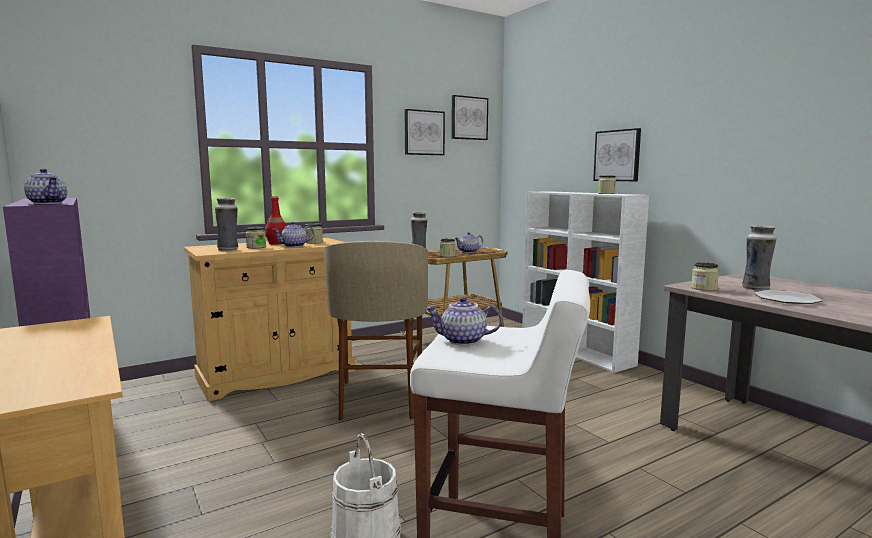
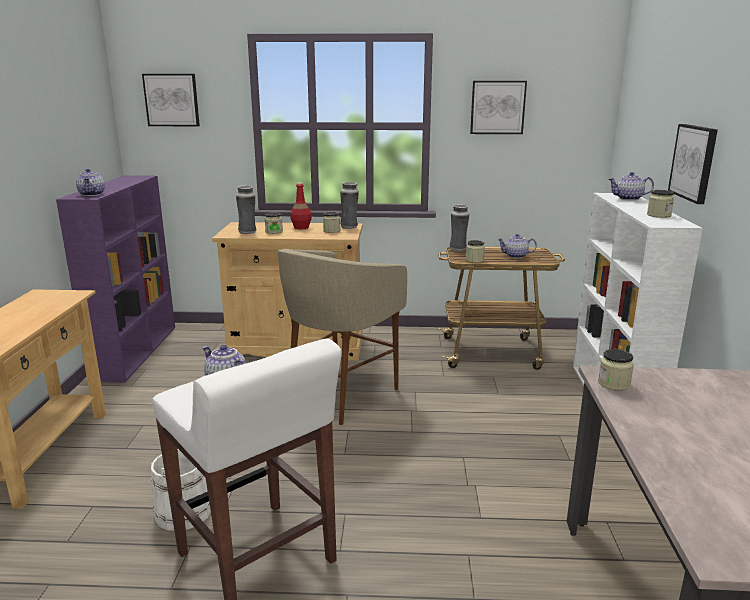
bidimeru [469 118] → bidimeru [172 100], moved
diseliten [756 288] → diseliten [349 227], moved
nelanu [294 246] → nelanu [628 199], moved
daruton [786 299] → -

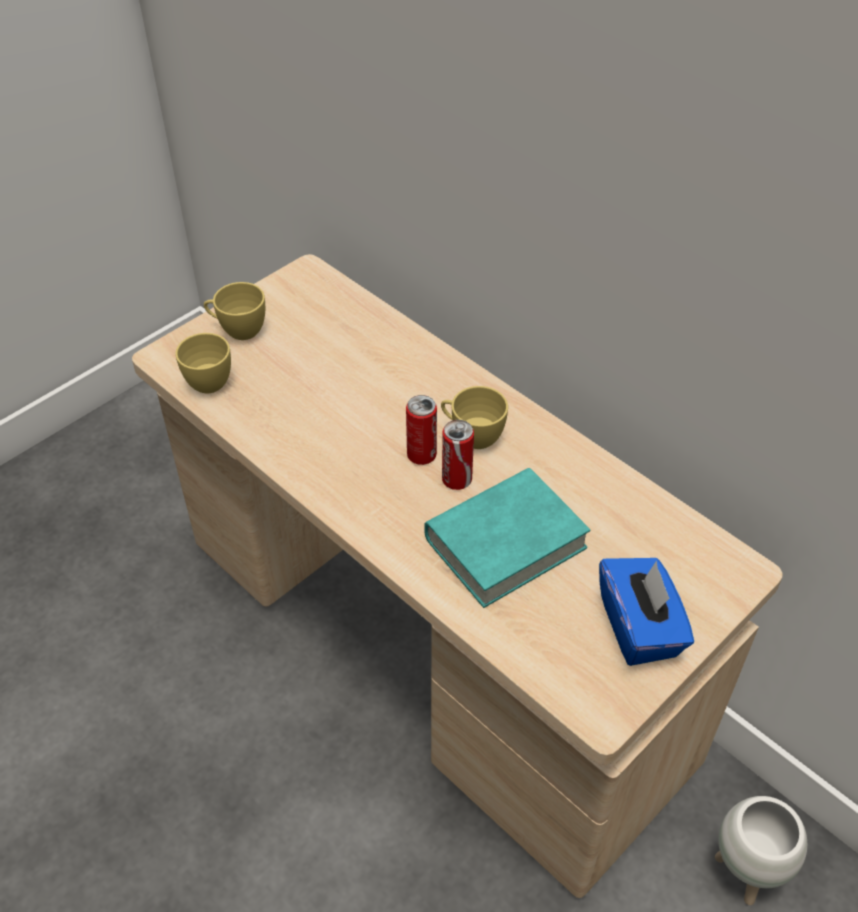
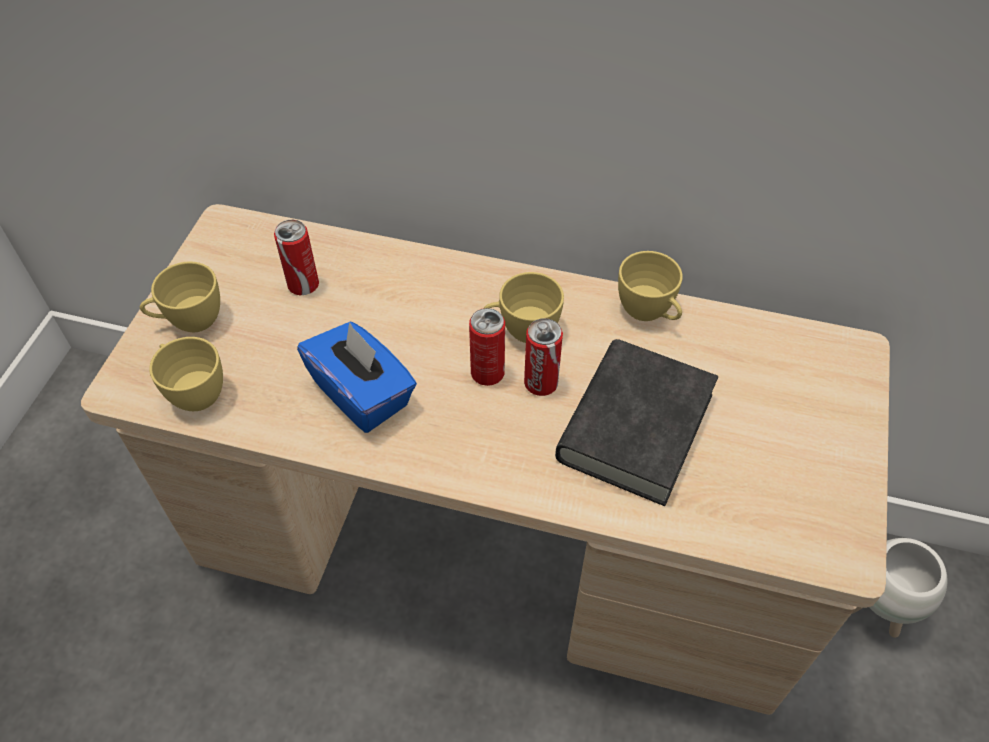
- → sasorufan [303 285]
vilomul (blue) [639 627] → vilomul (blue) [362 394], moved
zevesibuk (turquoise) [505 543] → zevesibuk (black) [635 427]
- → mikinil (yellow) [649 313]

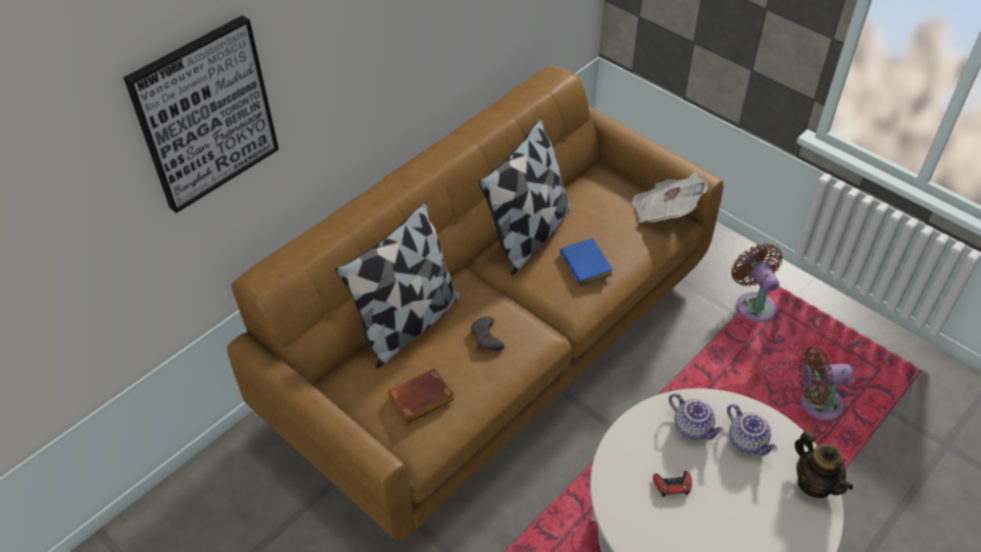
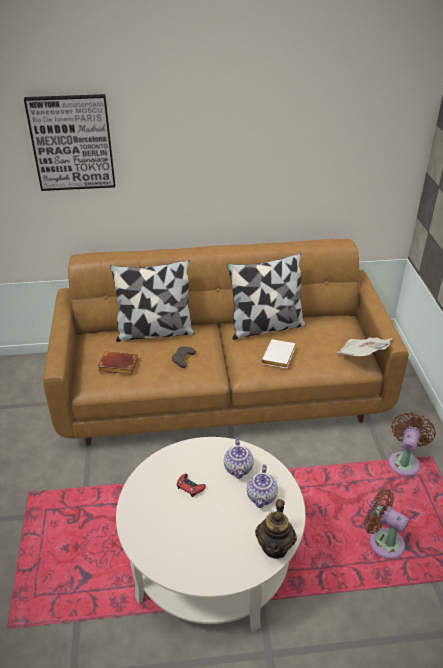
zevesibuk (blue) [588 266] → zevesibuk (white) [279 357]

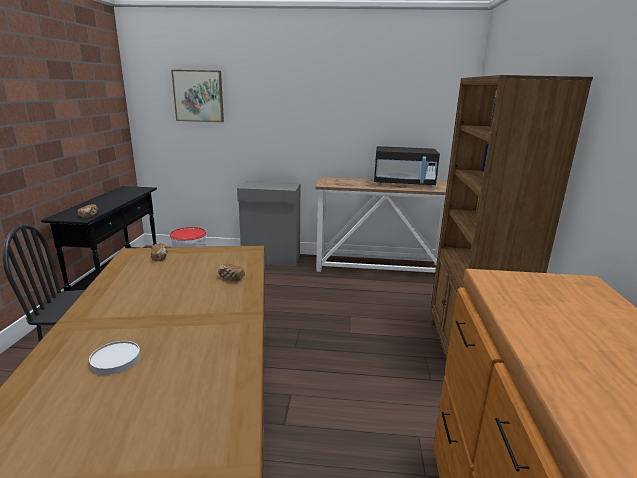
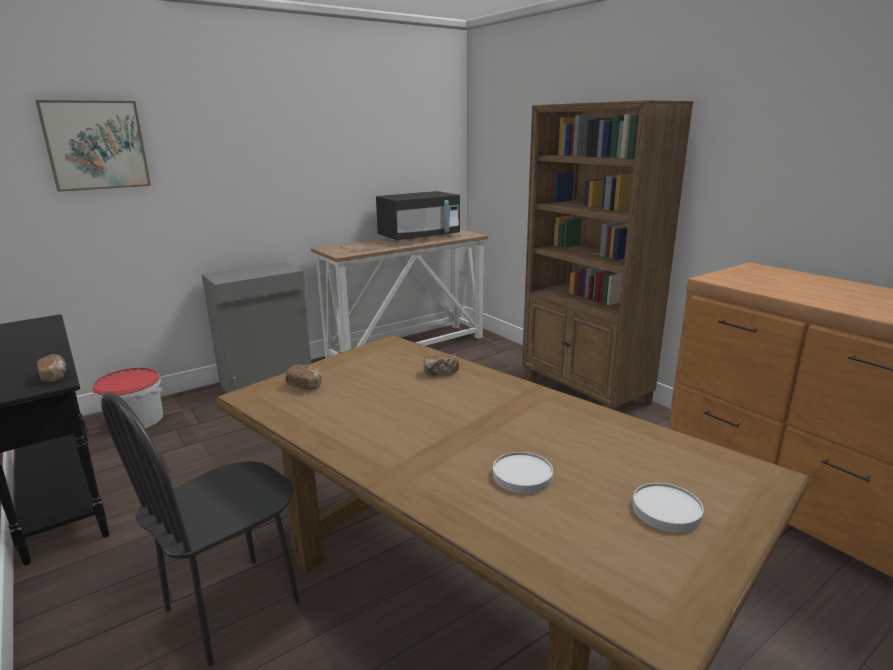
- → daruton (white) [666 511]

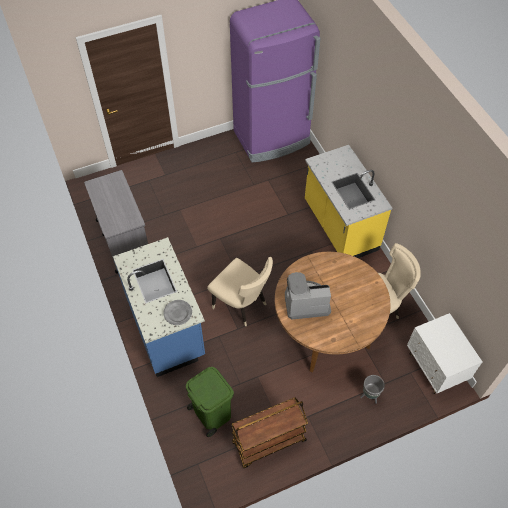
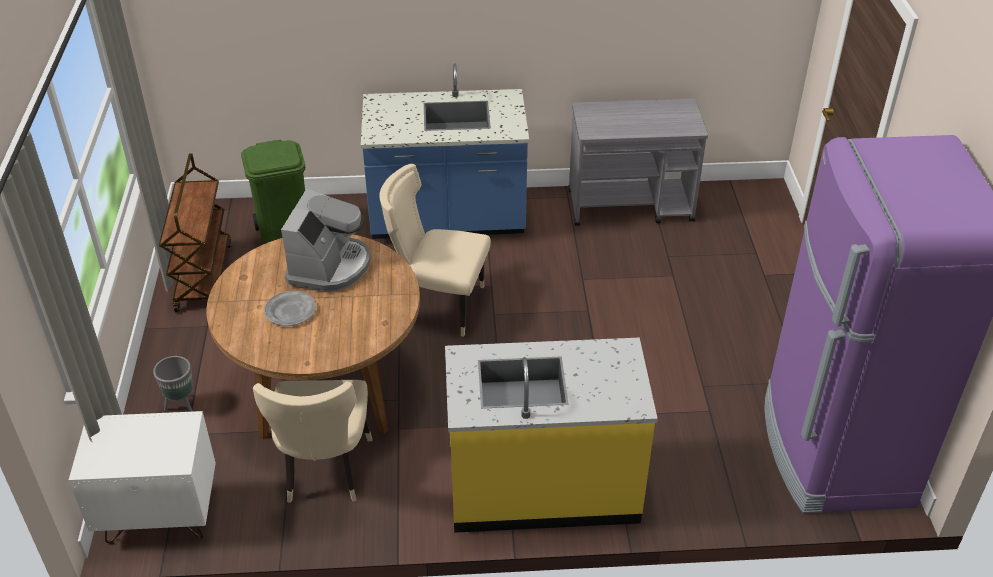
daruton (grey) [178 313] → daruton (grey) [290 311], moved
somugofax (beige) [242 305] → somugofax (beige) [438 304], 45 degrees clockwise

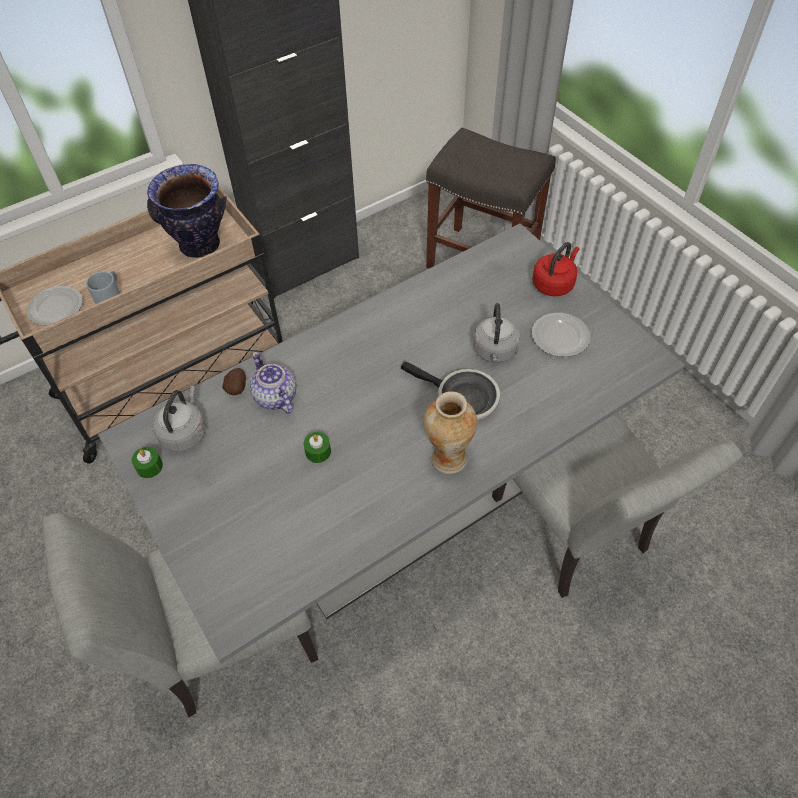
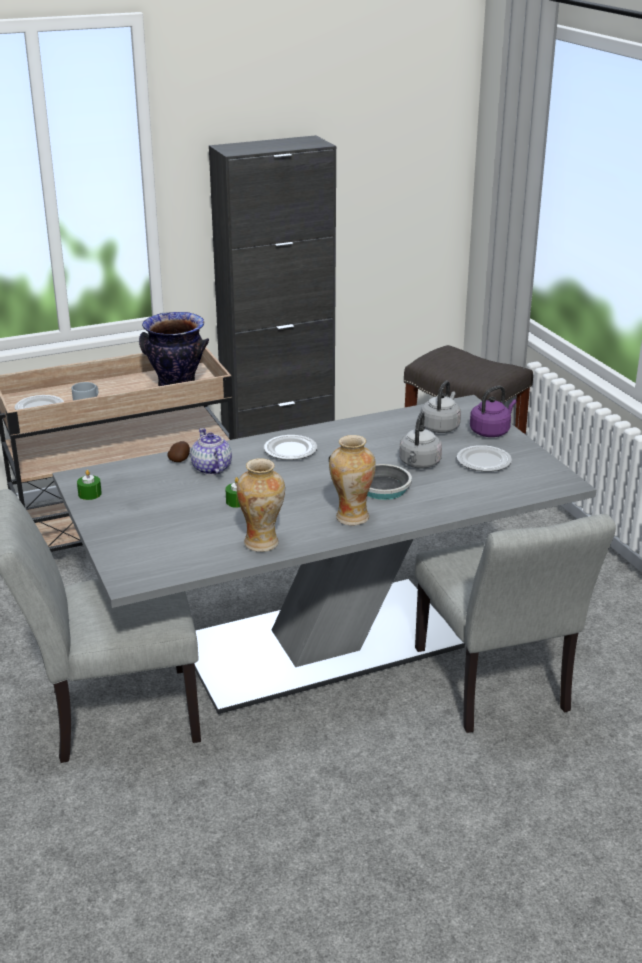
- → diseliten [262 543]
- → daruton [290 451]
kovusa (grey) [184 432] → kovusa (grey) [440 427], moved
kovusa (red) [554 284] → kovusa (purple) [491 431]

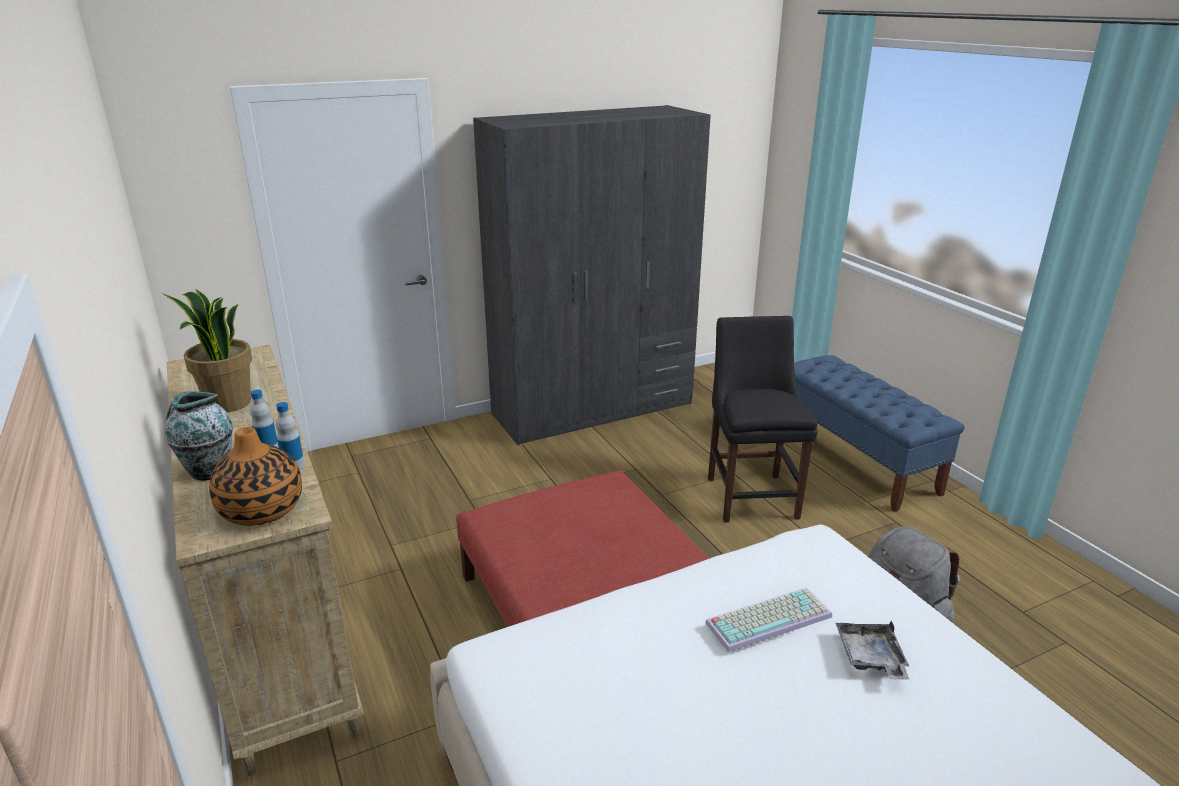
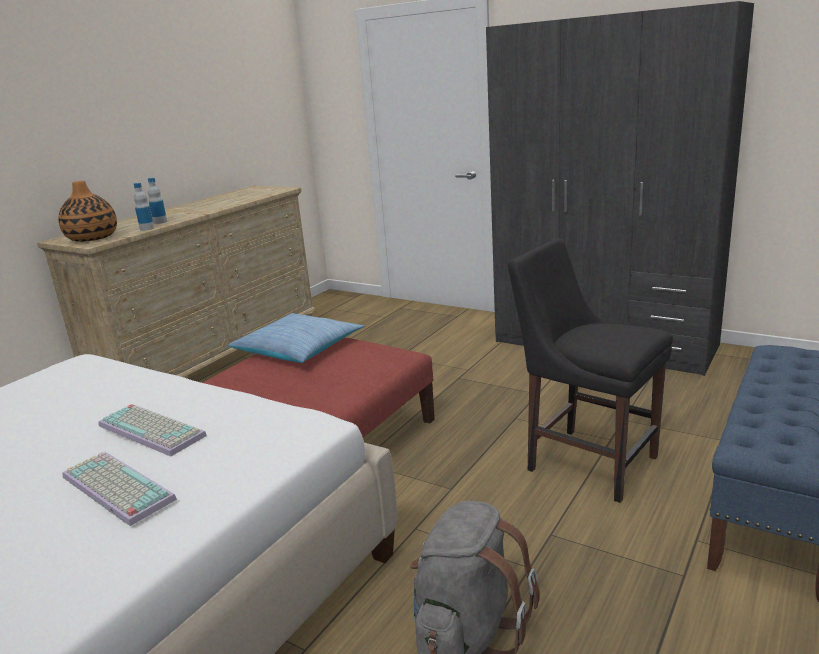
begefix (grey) [870 658] → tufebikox [114 488]
- → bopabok [299 348]
somugofax (black) [751 494] → somugofax (black) [586 461], 105 degrees counterclockwise
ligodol [227 403] → -
diseliten [209 471] → -

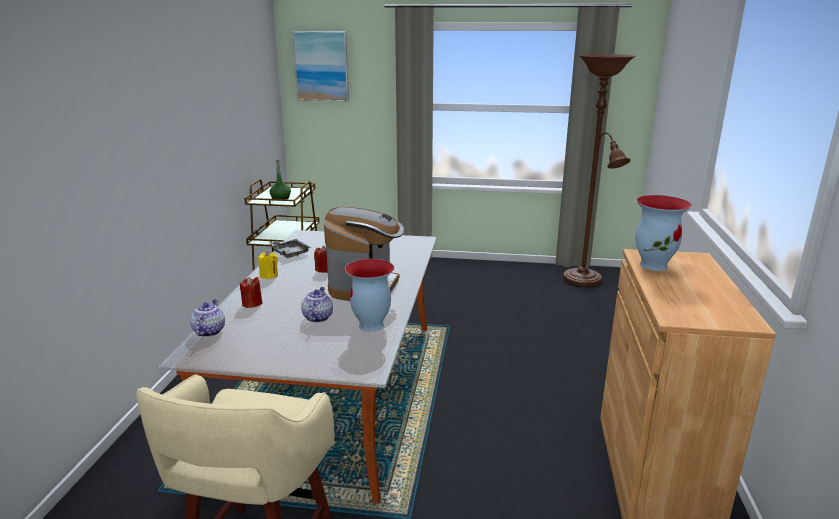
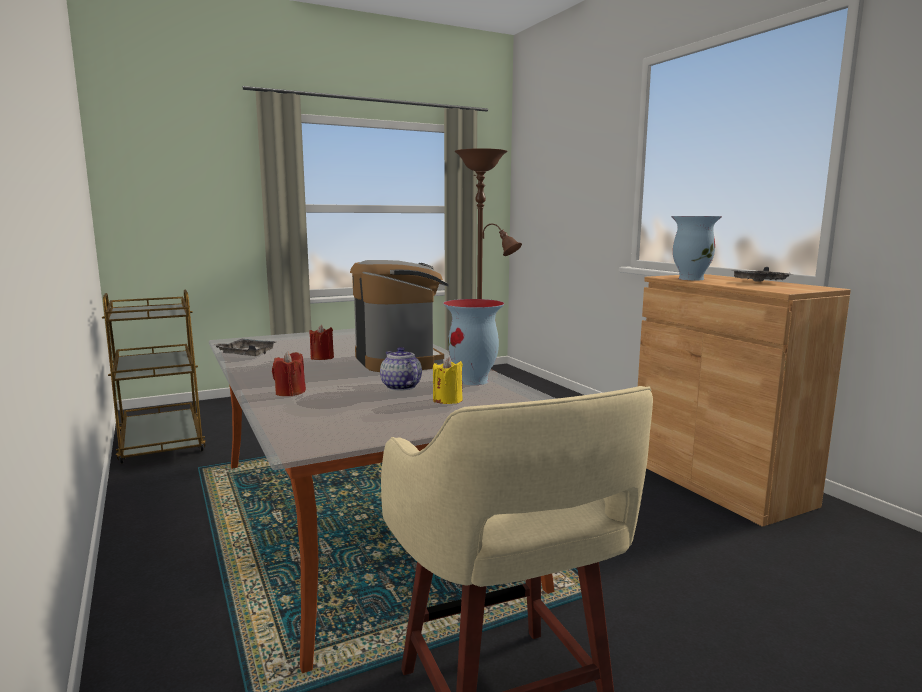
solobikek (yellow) [269 275] → solobikek (yellow) [447 400], moved
- → begefix (grey) [760 282]
nelanu [209 331] → -
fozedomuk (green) [280 198] → -
bidimeru [321 66] → -

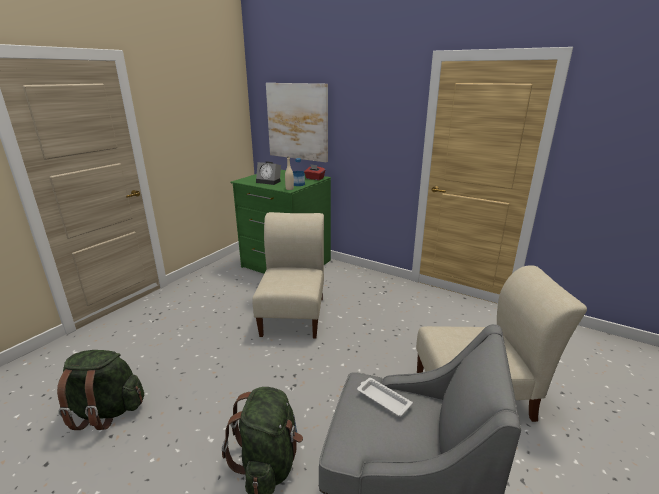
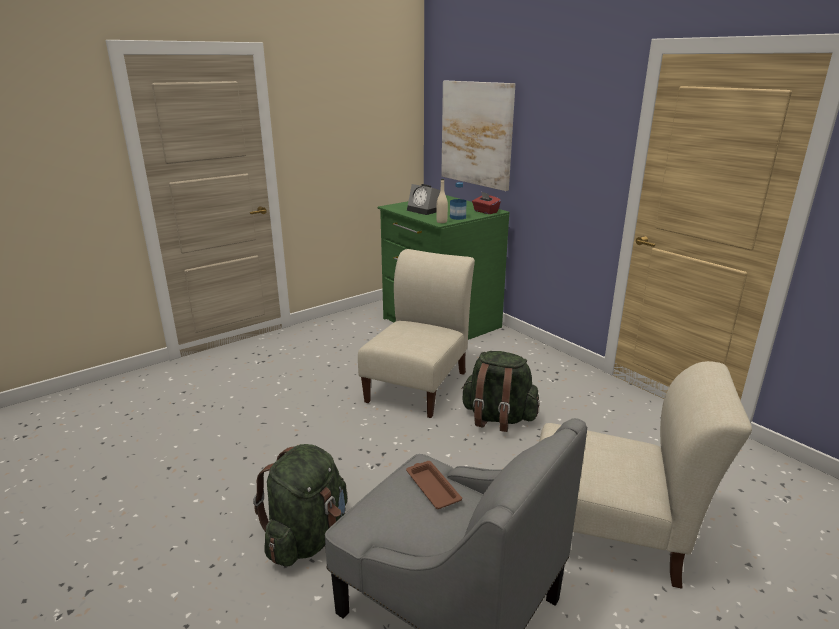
begefix (white) [382 399] → begefix (brown) [432 487]
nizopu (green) [106 411] → nizopu (green) [498 418], moved

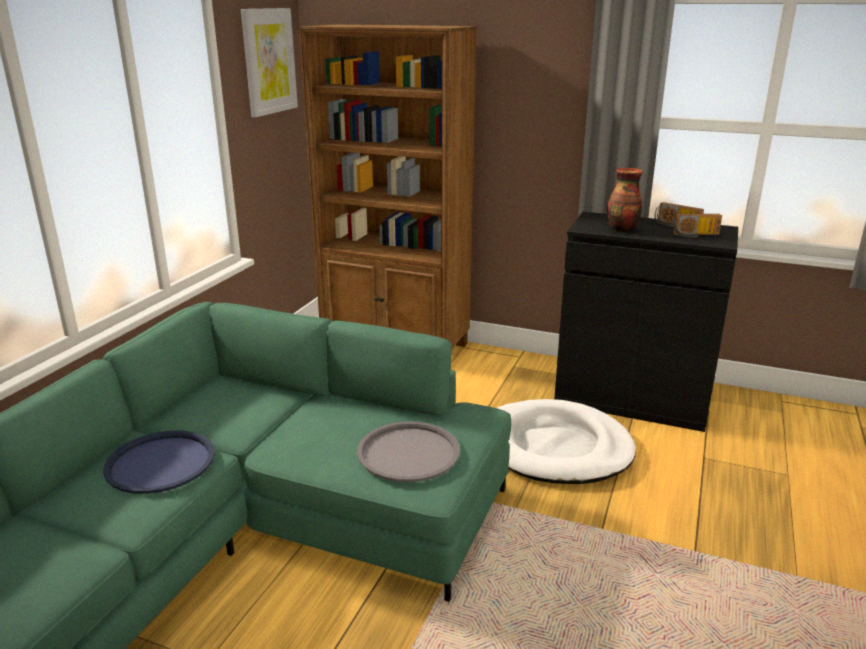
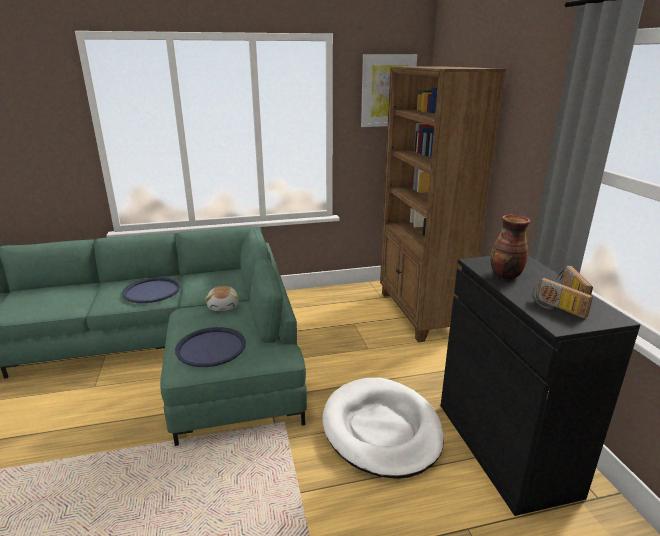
begefix (grey) [409 452] → begefix (blue) [211 347]
- → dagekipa [224 306]

